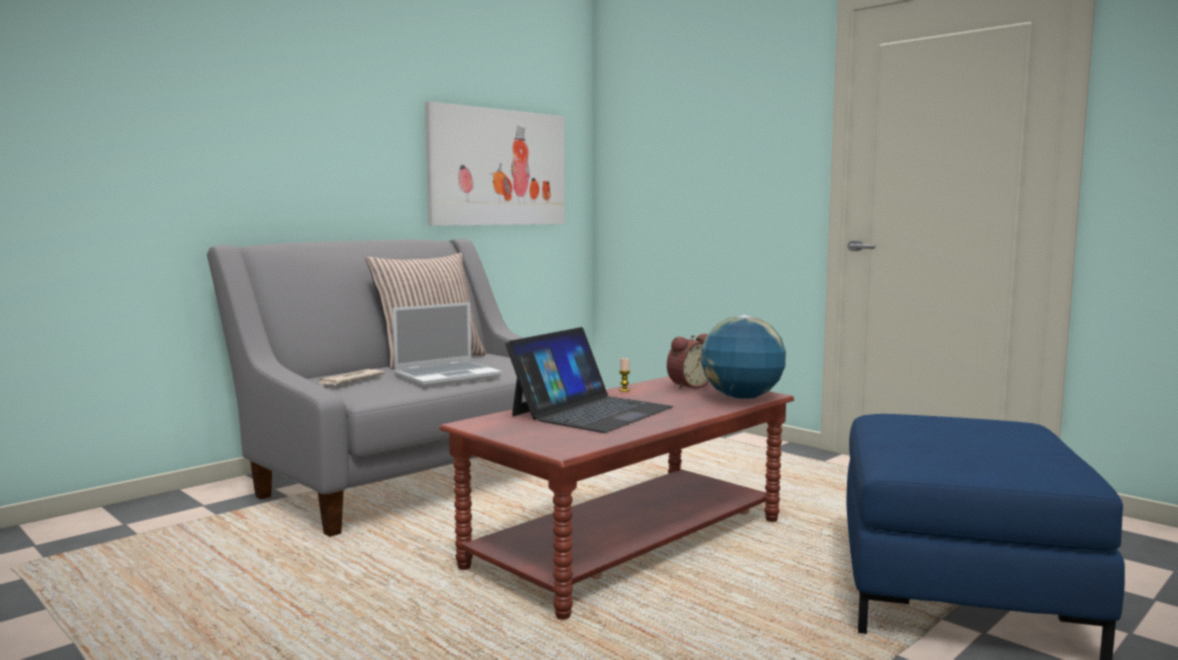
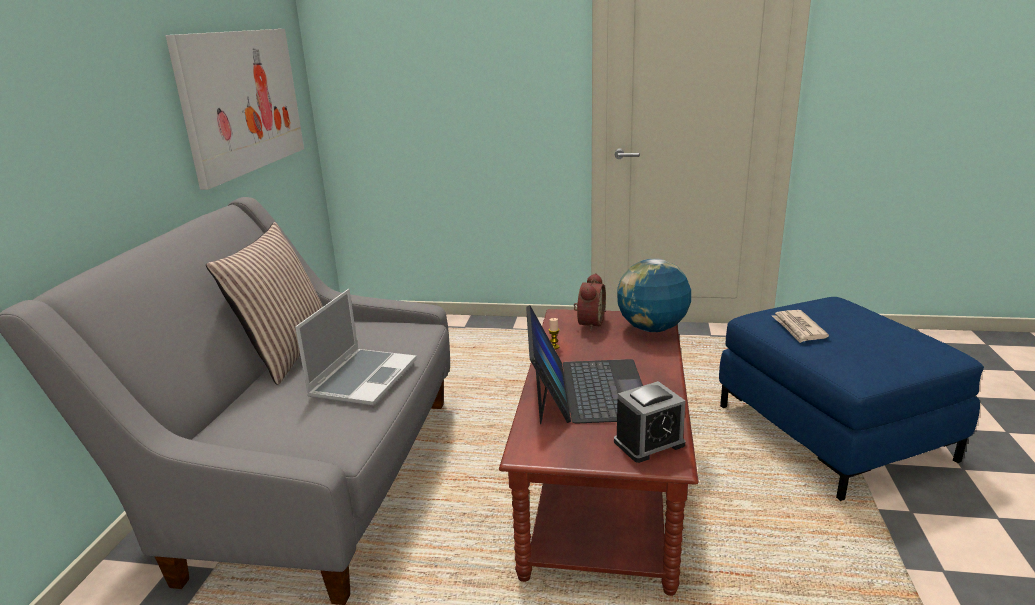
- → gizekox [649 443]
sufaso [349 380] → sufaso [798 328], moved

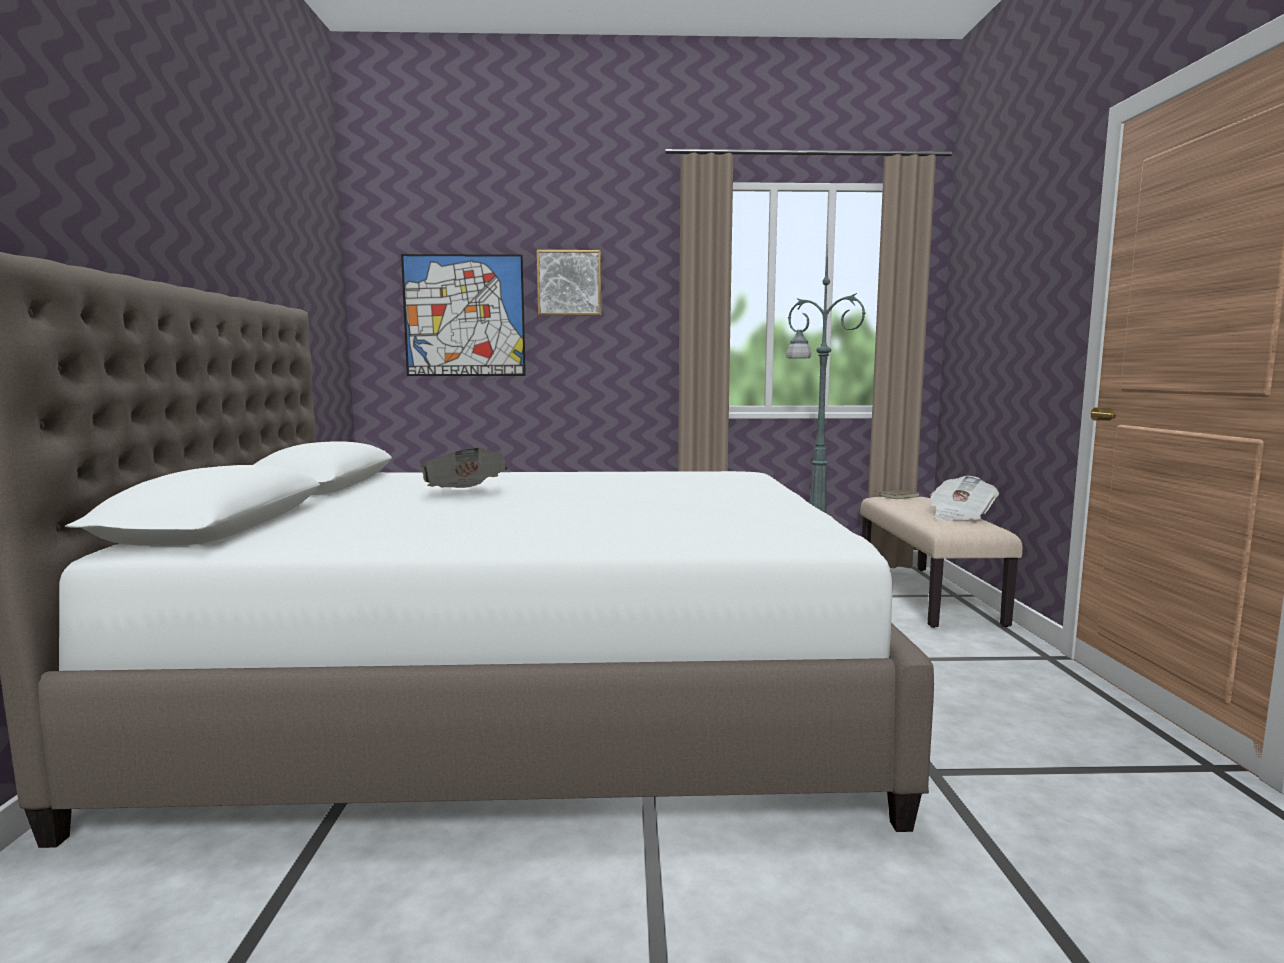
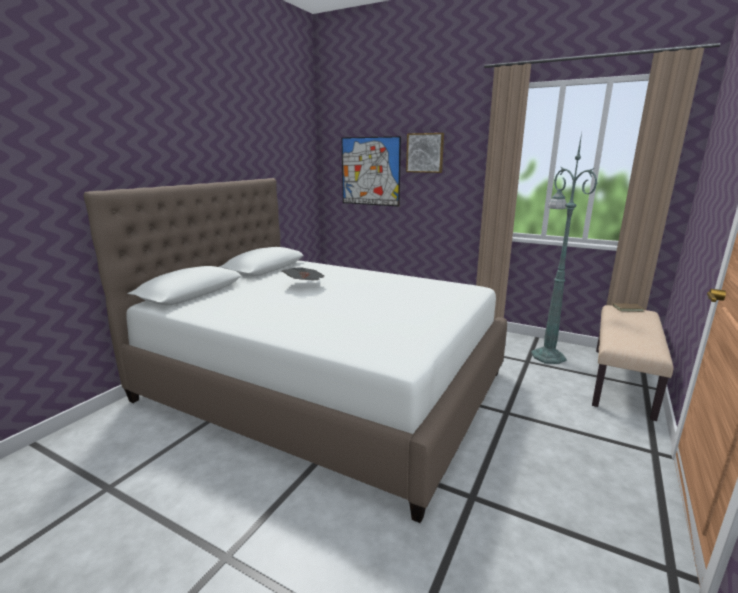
sufaso [959 516] → -

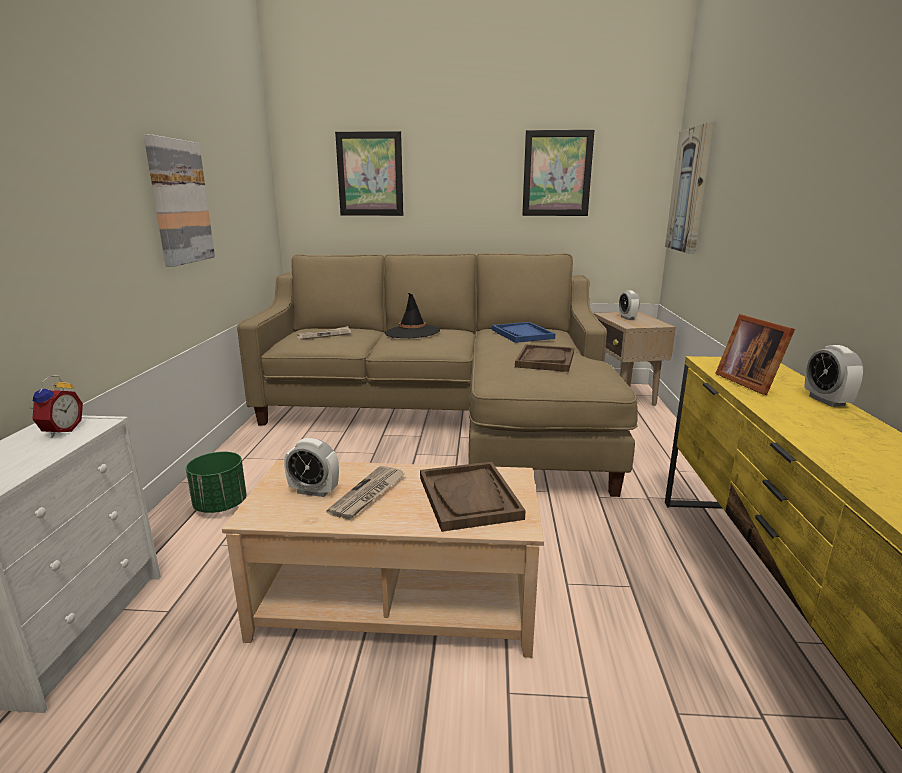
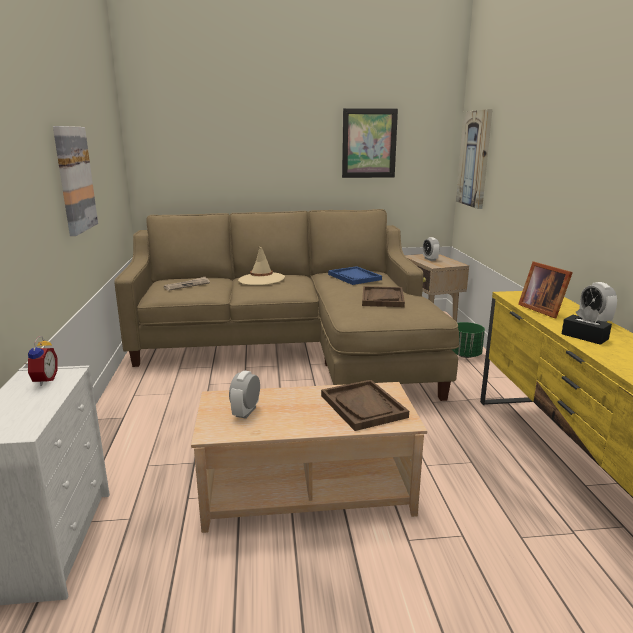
gizekox [314 491] → gizekox [246 412], 105 degrees clockwise
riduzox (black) [412 332] → riduzox (beige) [261 279]
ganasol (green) [220 506] → ganasol (green) [465 355], moved
- → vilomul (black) [584 336]
sufaso [368 494] → -
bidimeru [370 174] → -

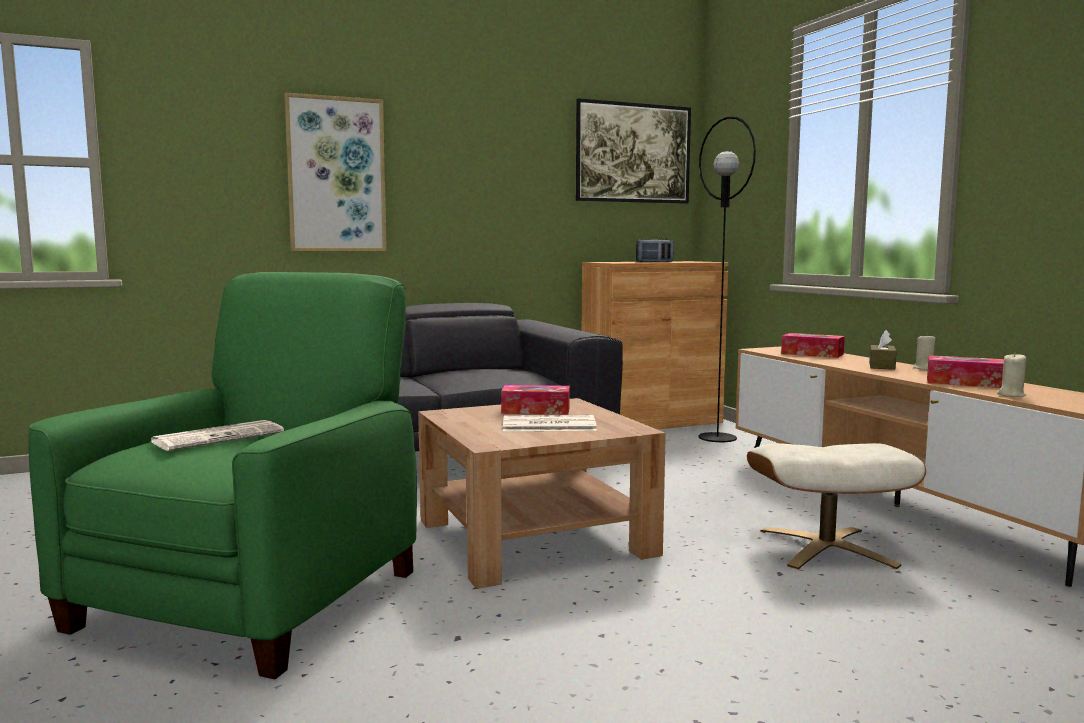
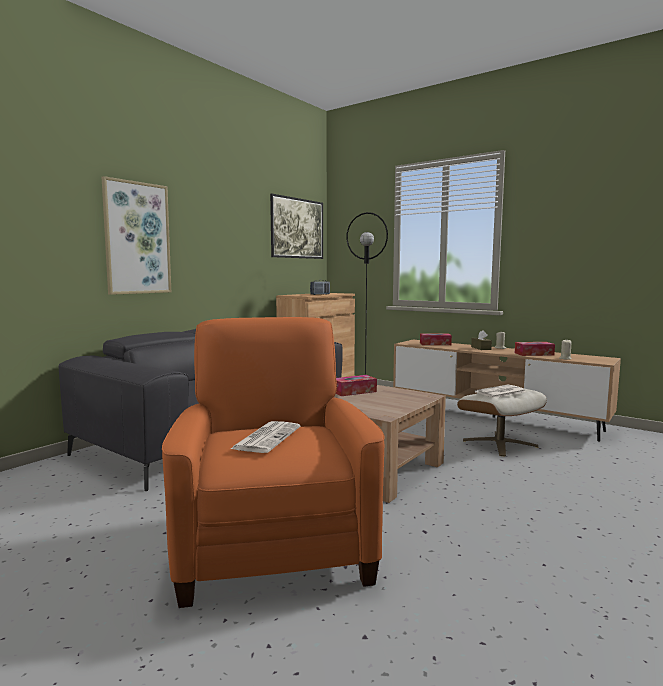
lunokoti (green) [254 597] → lunokoti (orange) [274 543]
sufaso [547 425] → sufaso [500 392], moved

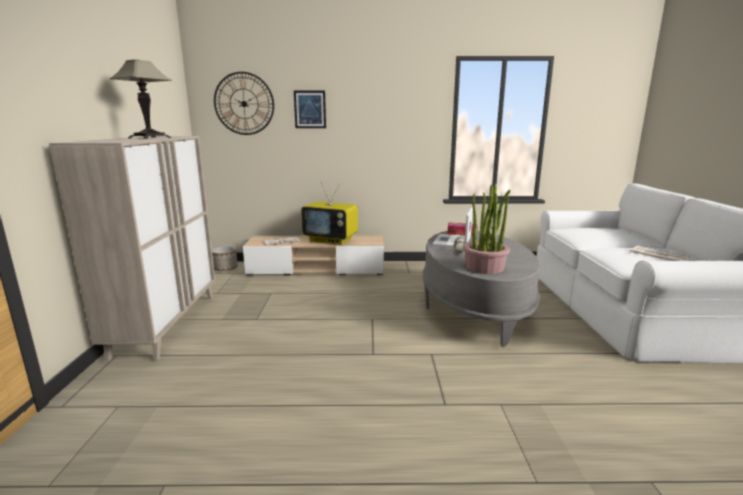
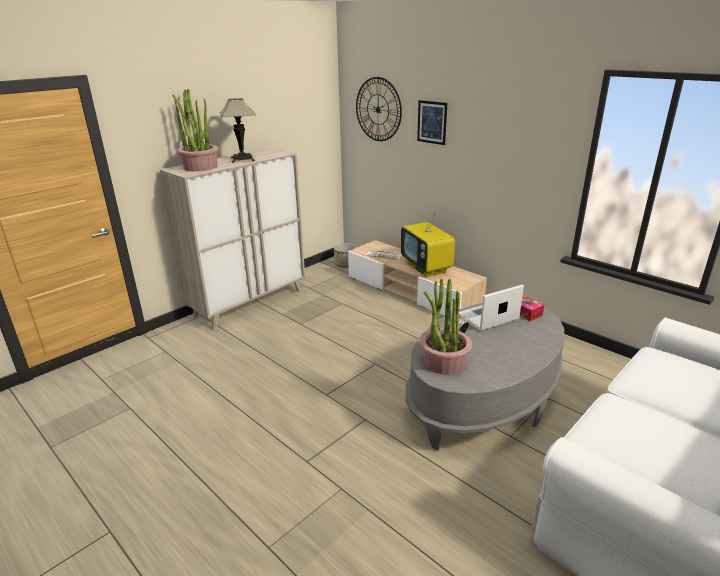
- → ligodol [200 167]
sufaso [657 255] → -

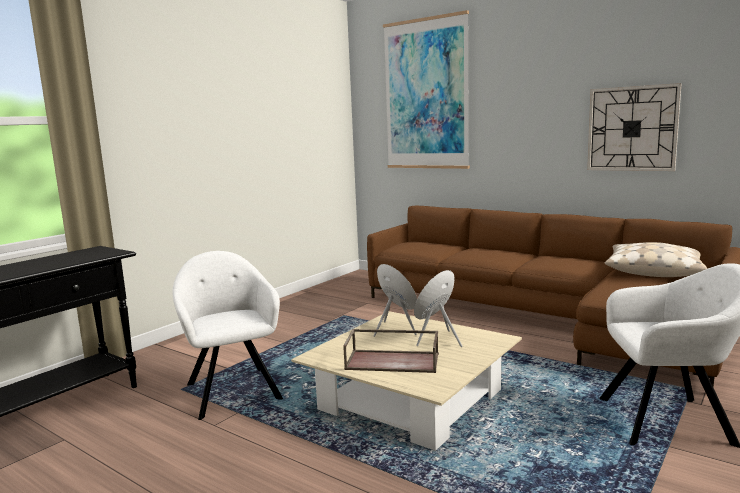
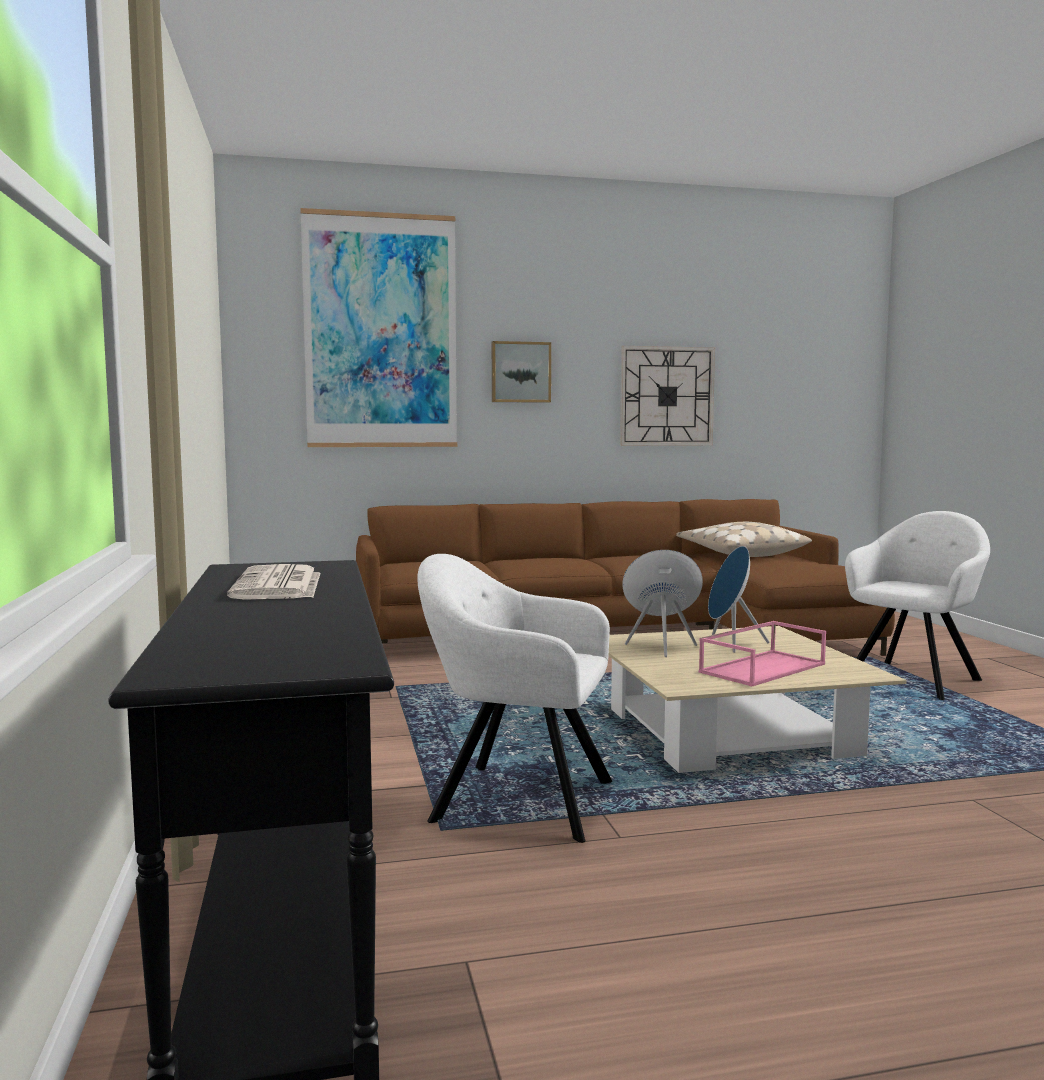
- → sufaso [279 586]
- → bidimeru [520 372]
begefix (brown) [393 361] → begefix (pink) [762 667]

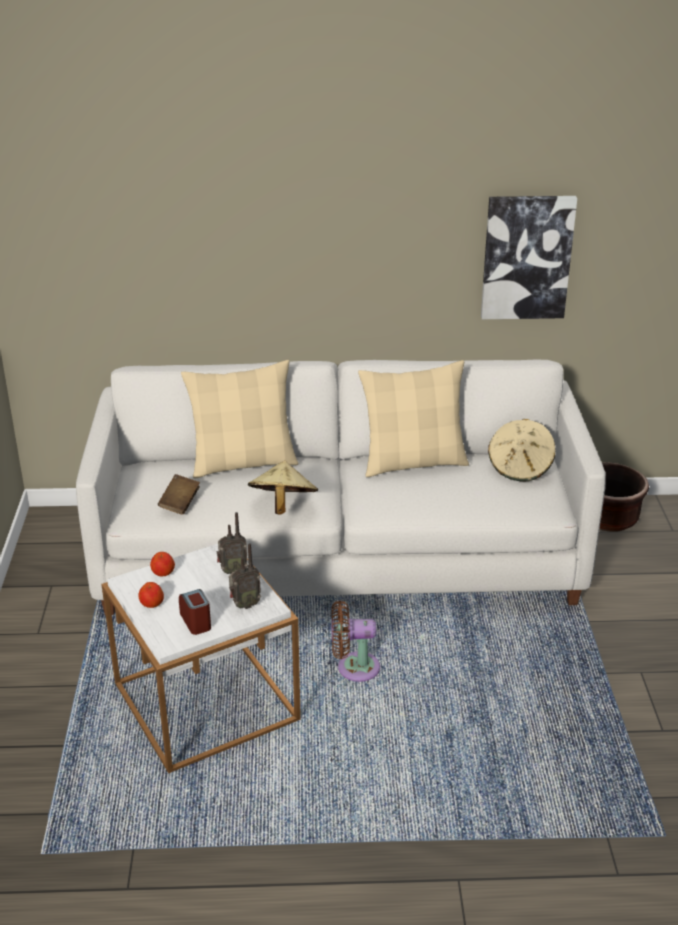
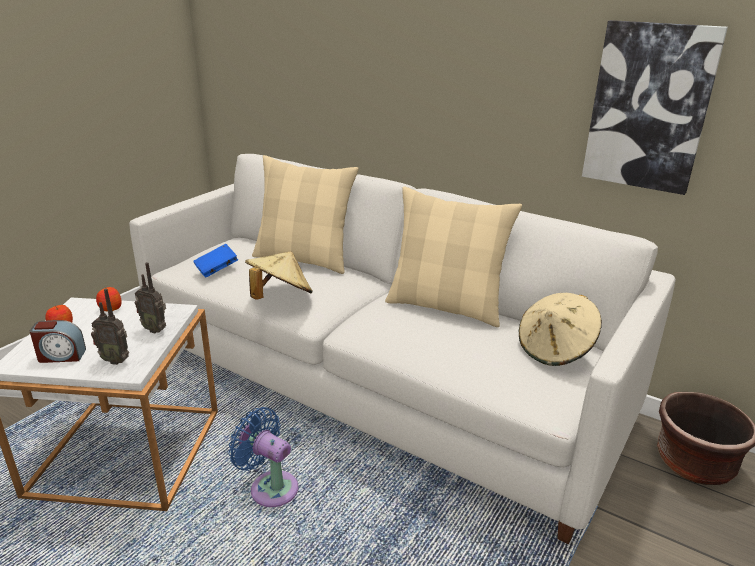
gizekox [196 621] → gizekox [61 356], 75 degrees clockwise
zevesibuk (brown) [180 503] → zevesibuk (blue) [216 269]
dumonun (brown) [353 667] → dumonun (blue) [270 487]

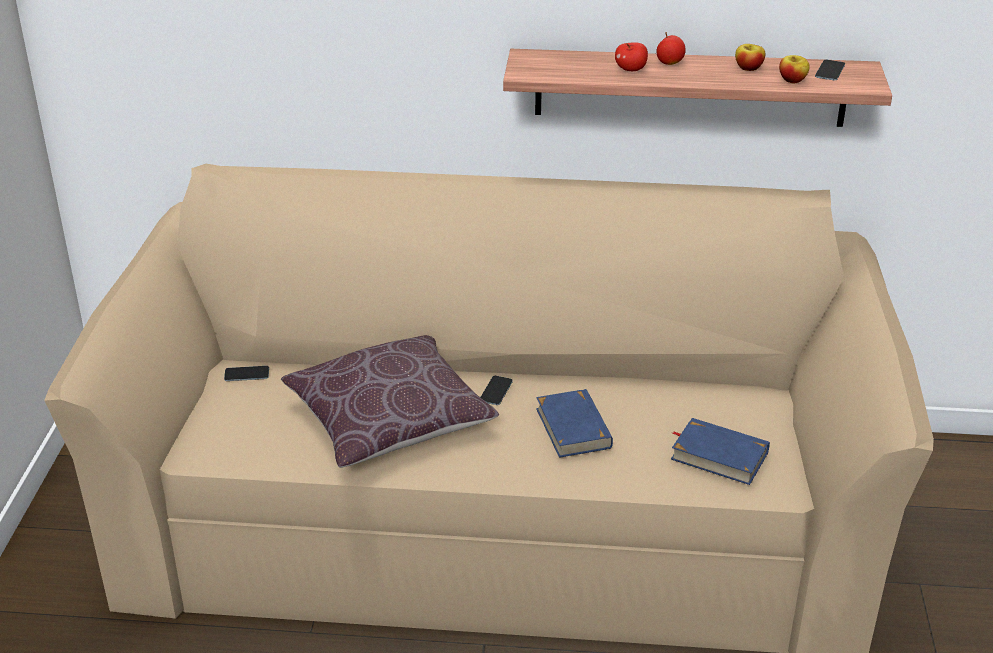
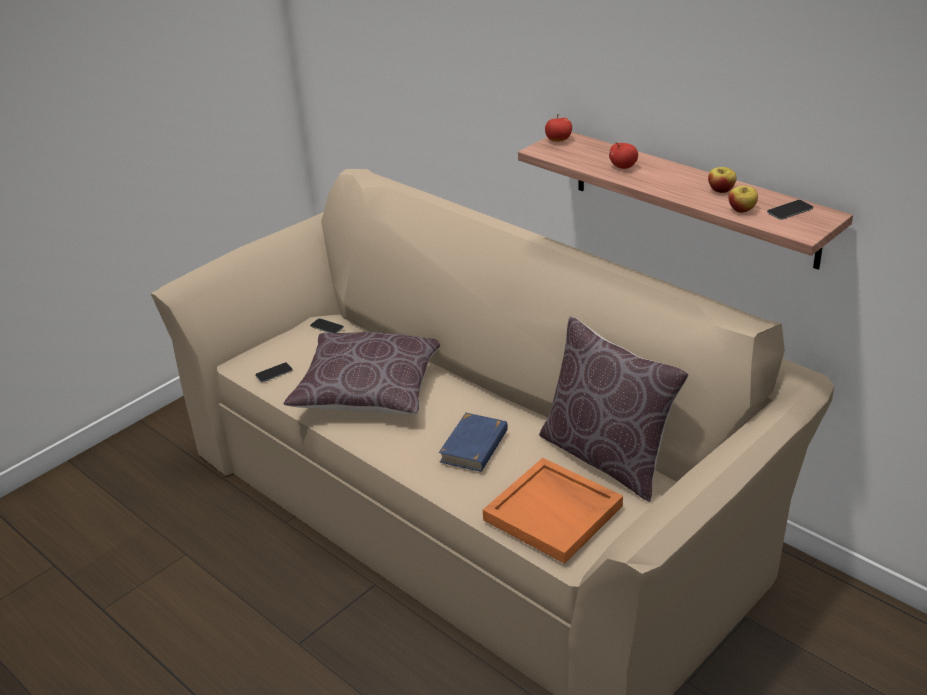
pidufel [496 391] → pidufel [274 372], moved
zevesibuk (blue) [719 455] → begefix (orange) [554 513]
- → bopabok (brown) [607 457]
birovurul [669 63] → birovurul [558 140], moved

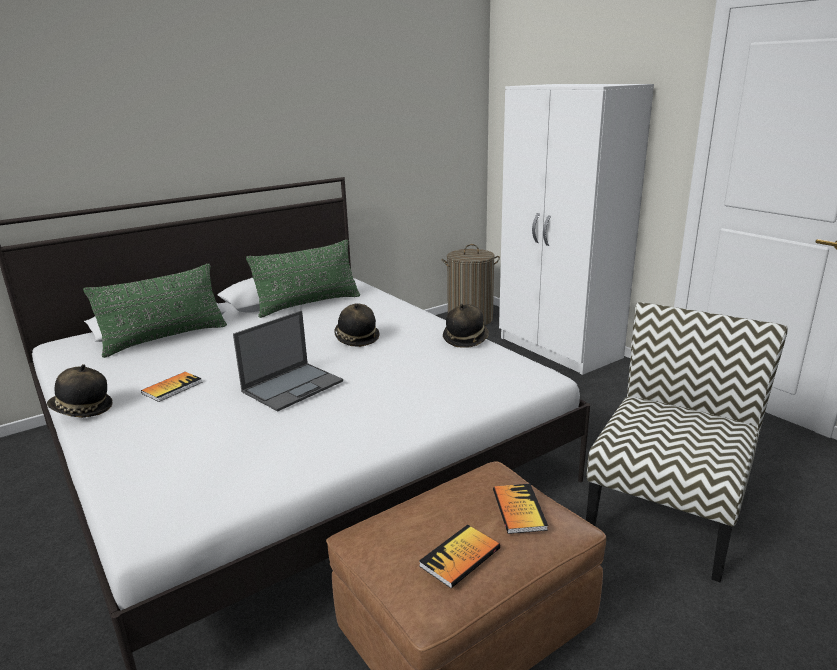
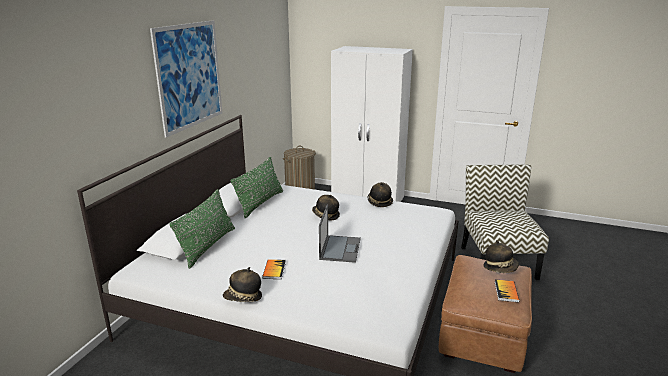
- → bidimeru [189 76]
zevesibuk [519 510] → riduzox [500 268]

